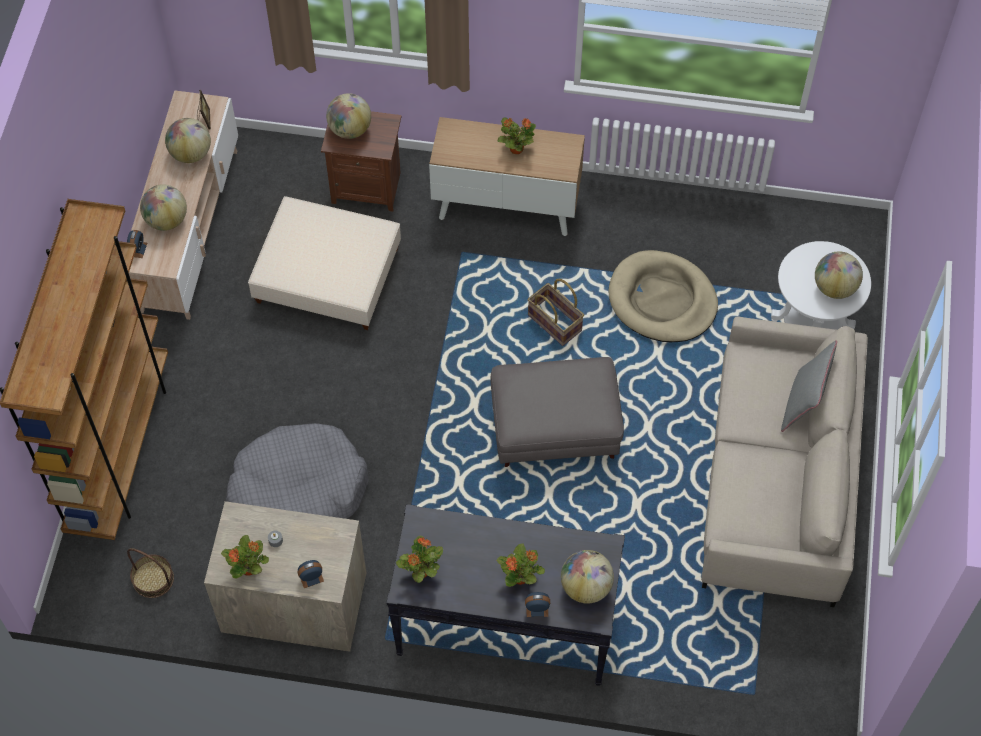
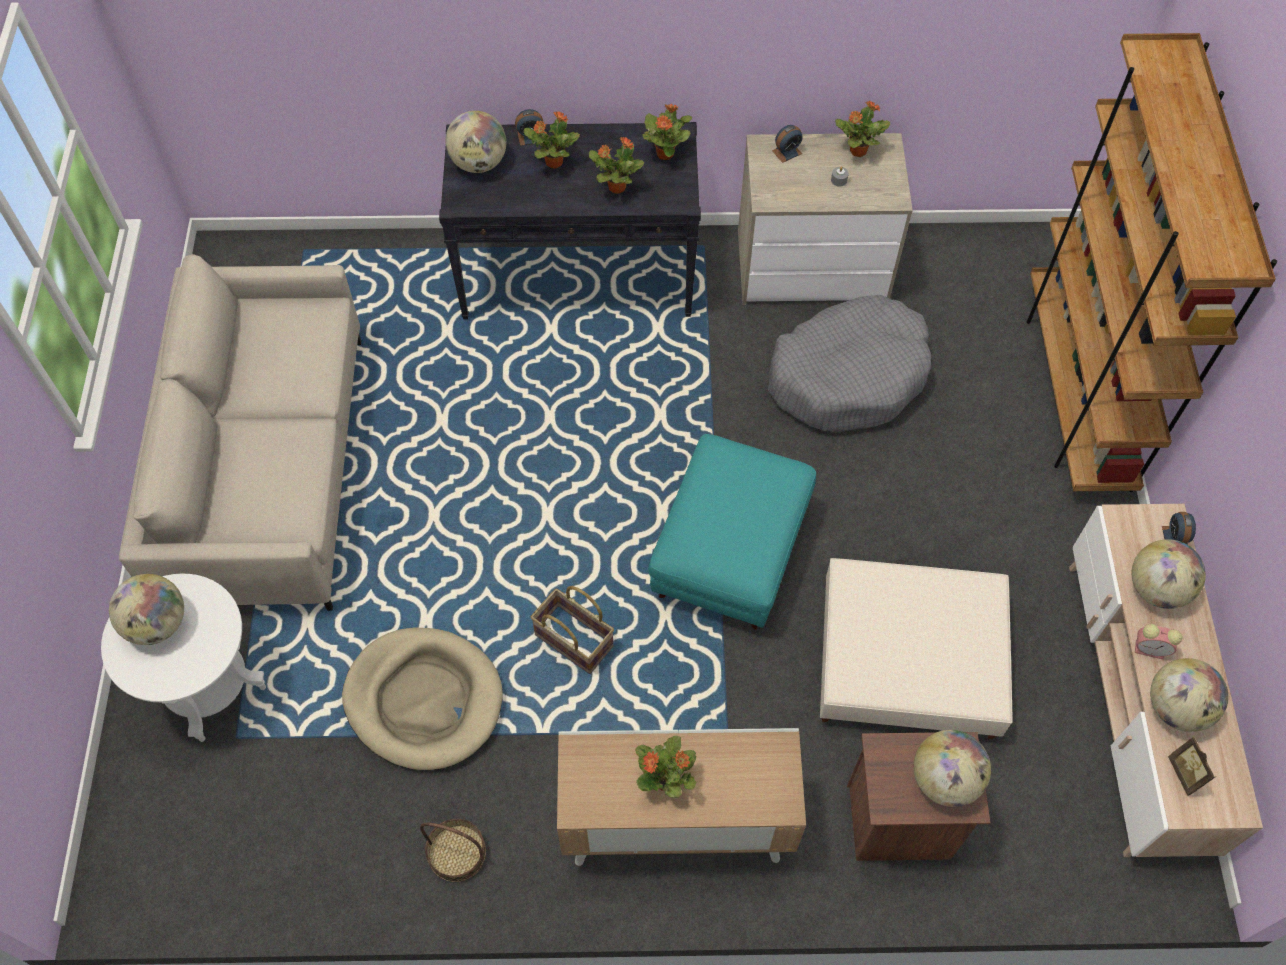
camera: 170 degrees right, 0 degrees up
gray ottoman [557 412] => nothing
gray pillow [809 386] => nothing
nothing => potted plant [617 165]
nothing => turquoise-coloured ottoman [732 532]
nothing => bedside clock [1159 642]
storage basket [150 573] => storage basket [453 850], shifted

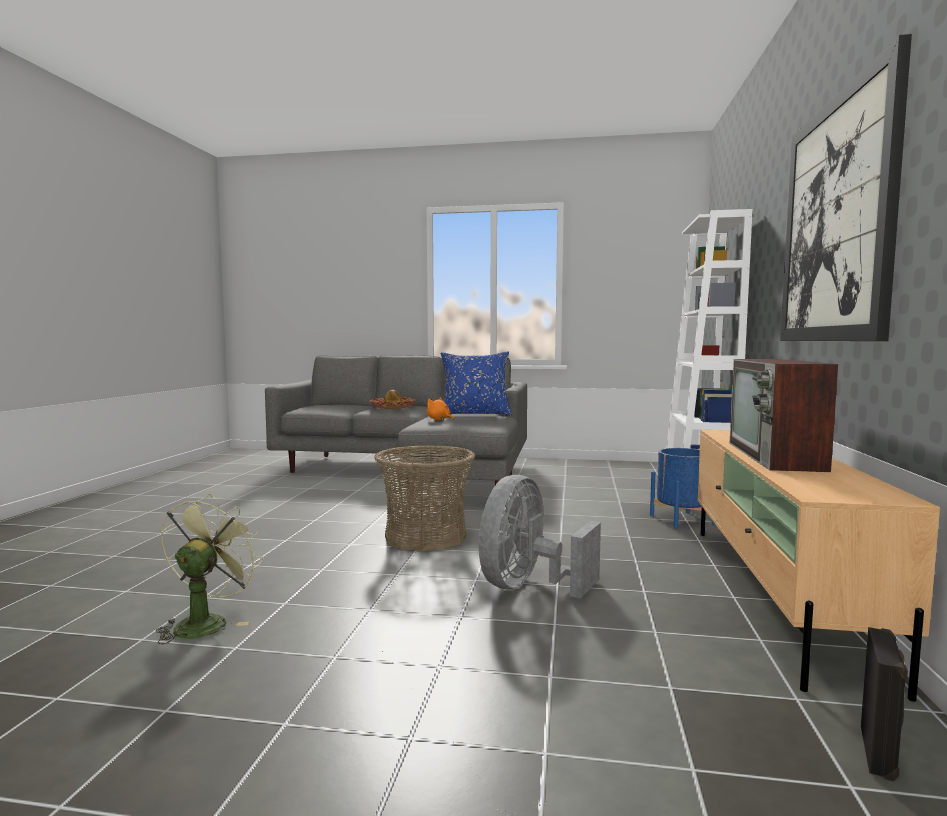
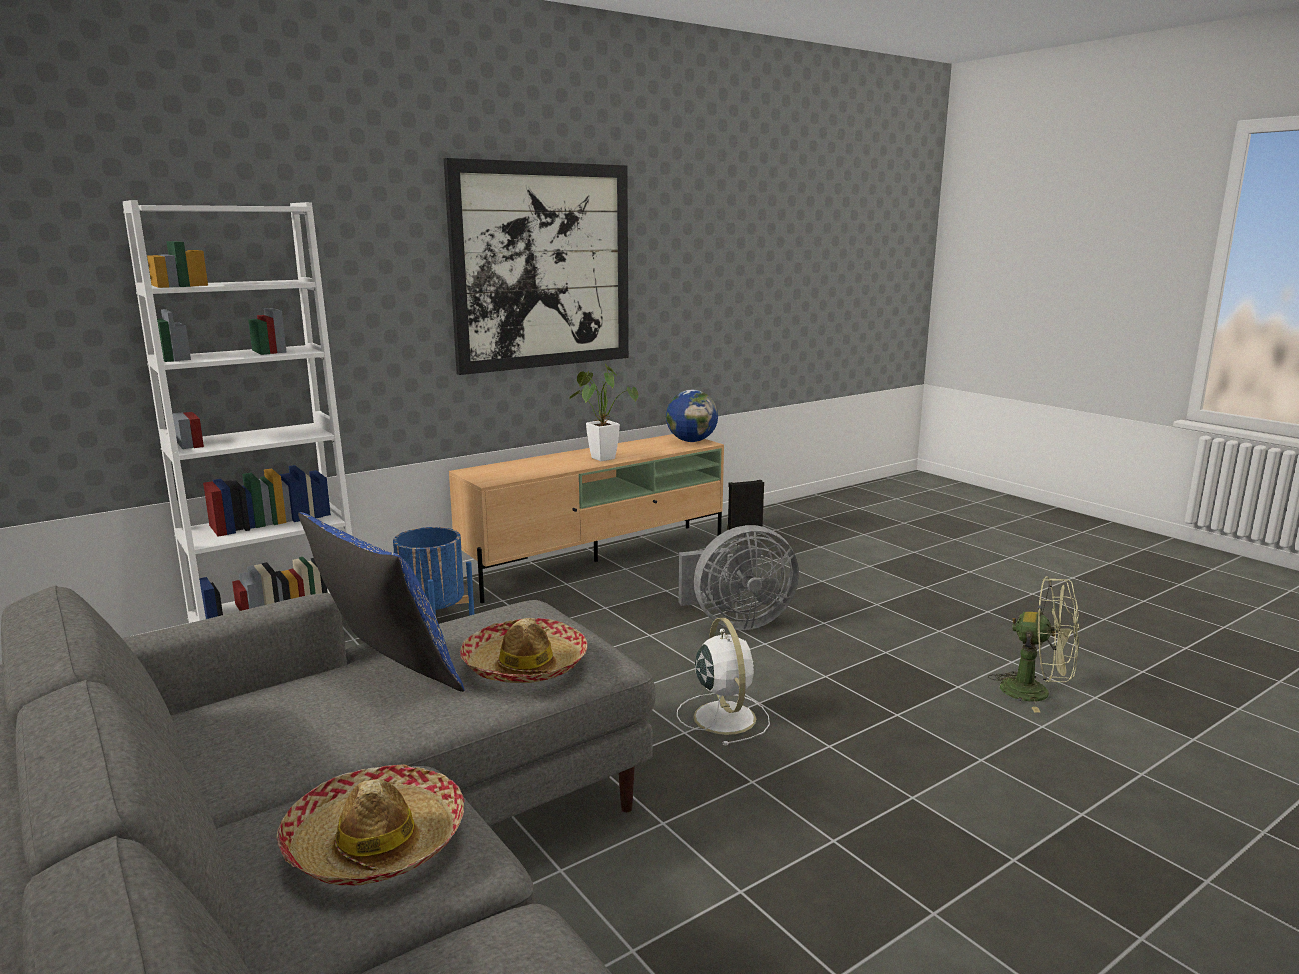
camera: 135 degrees left, 10 degrees up
nothing => globe [692 416]
storage basket [424 498] => whitish fan [723 682]
orange-coloured cuddly toy [440 409] => hat [524 650]
television [784 415] => potted plant [603 412]
greenish fan [210 569] => greenish fan [1033 644], 120 degrees counterclockwise

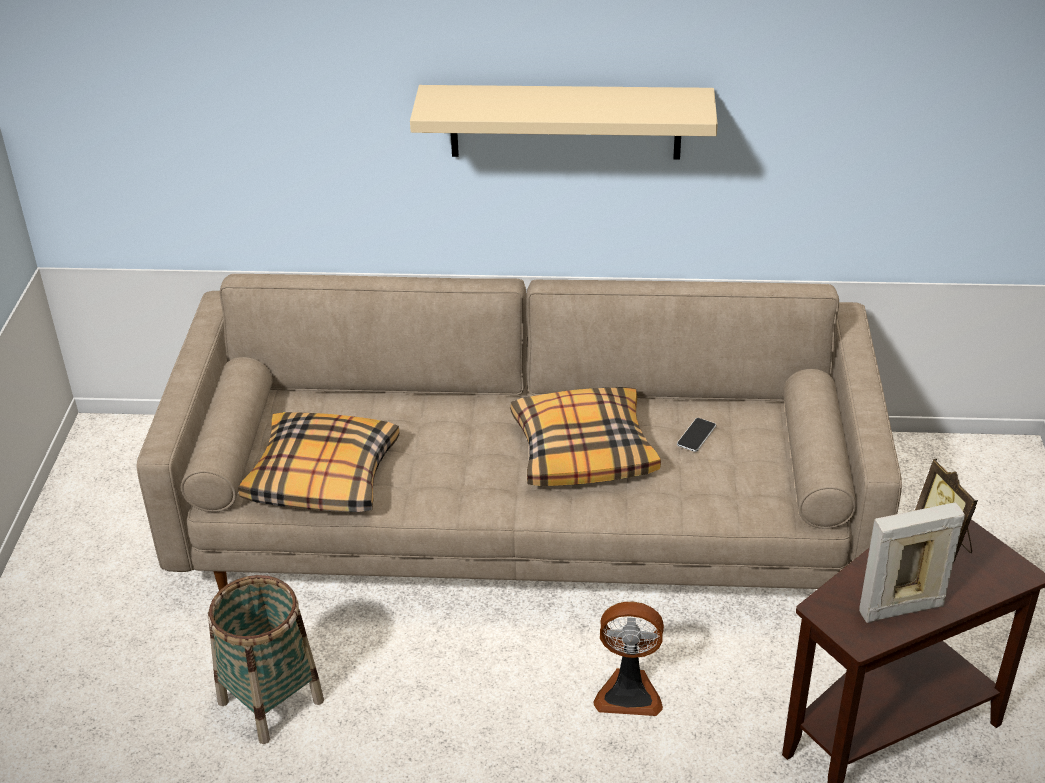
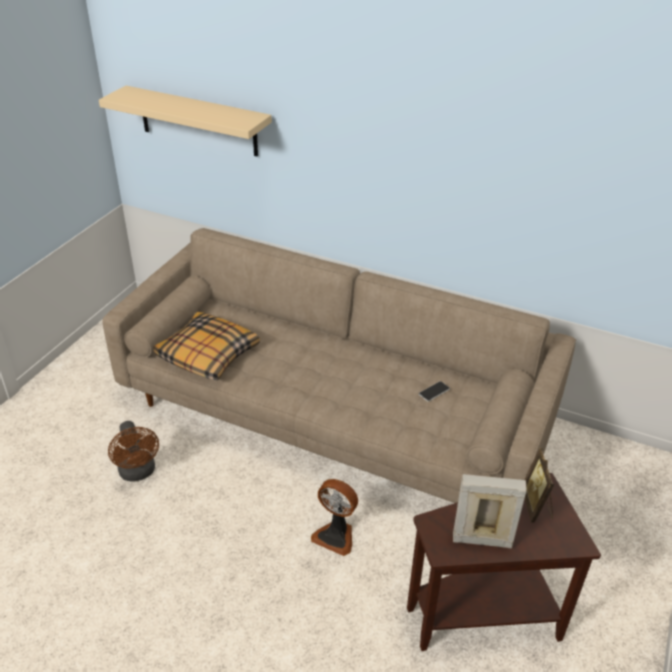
camera: 20 degrees right, 0 degrees up
pillow [585 436] => nothing
beige wall shelf [564 122] => beige wall shelf [185 121], shifted
storage basket [266 659] => brown-coloured fan [133 451]

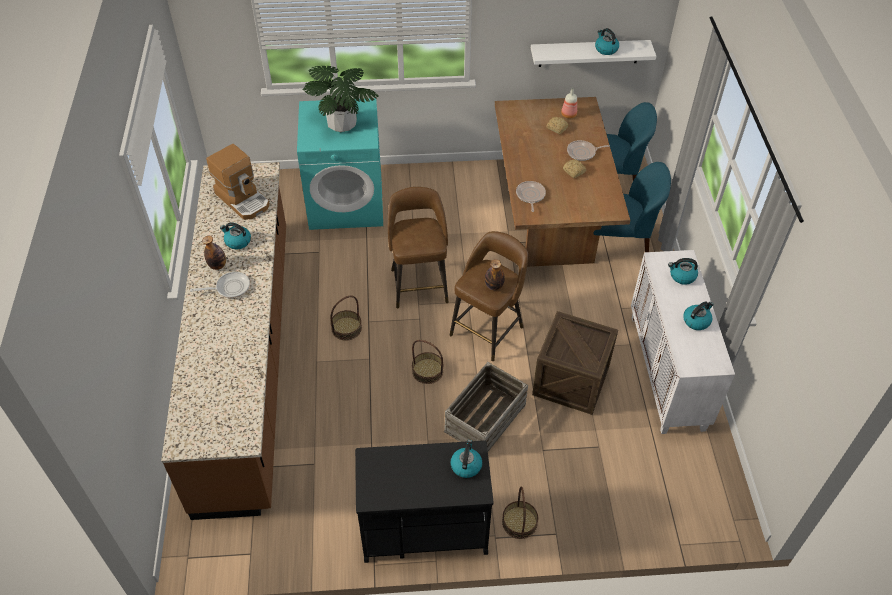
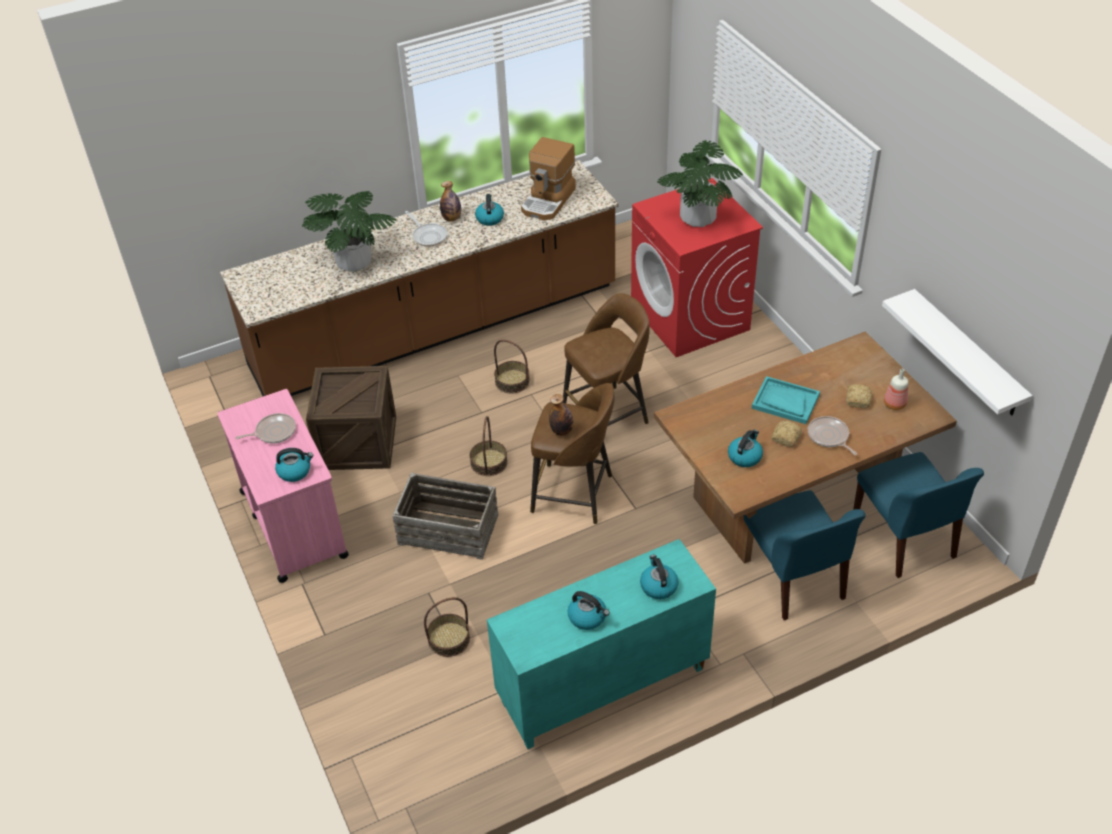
camera: 70 degrees right, 5 degrees down
nothing => potted plant [349 231]
nothing => turquoise-coloured tray [786 400]
storage basket [520 512] => storage basket [447 627], shifted
skillet [531 196] => skillet [265 428], shifted
packing crate [575 363] => packing crate [351 418], shifted
water kettle [607 41] => water kettle [745 448], shifted
turquoise-coloured laundry machine [340 164] => red-coloured laundry machine [697 267]
blackish trolley [424 502] => pink trolley [283 486]
whitish storage cabinet [683 342] => turquoise-coloured storage cabinet [601 644]

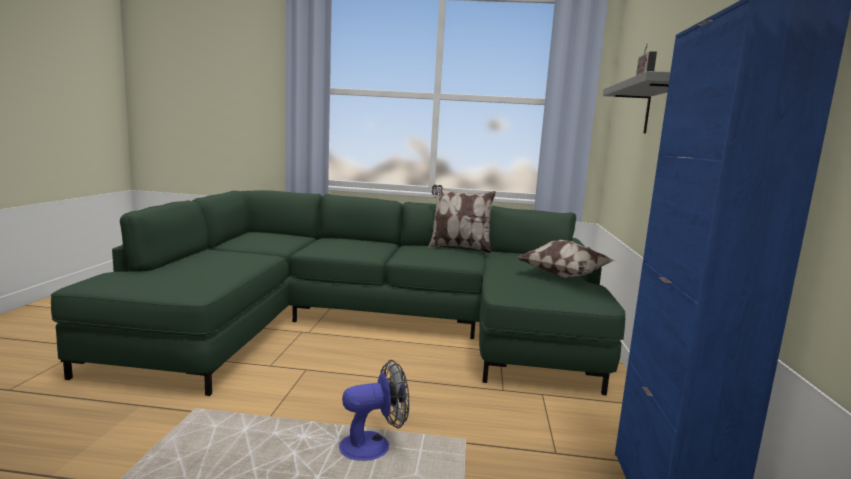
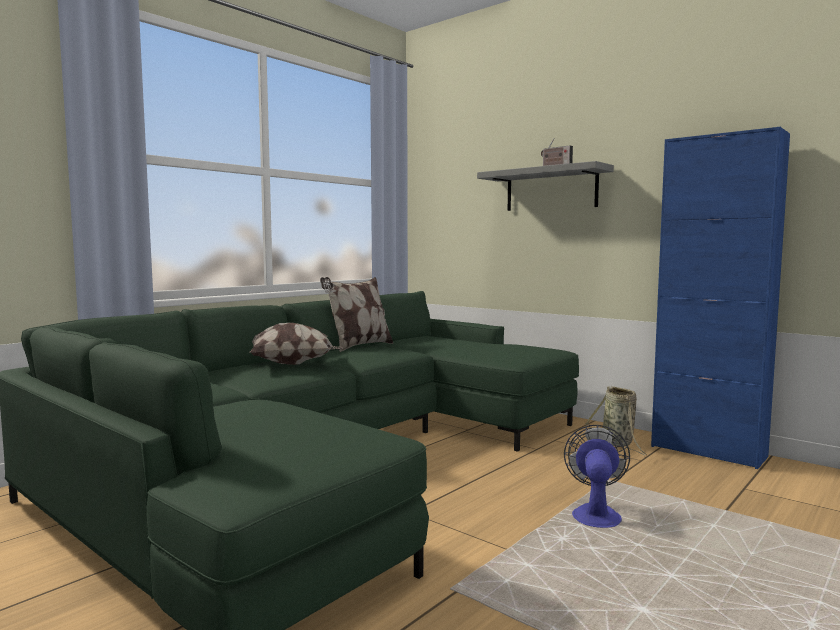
camera: 55 degrees left, 5 degrees down
nothing => storage basket [616 420]
pillow [566 259] => pillow [296 344], shifted

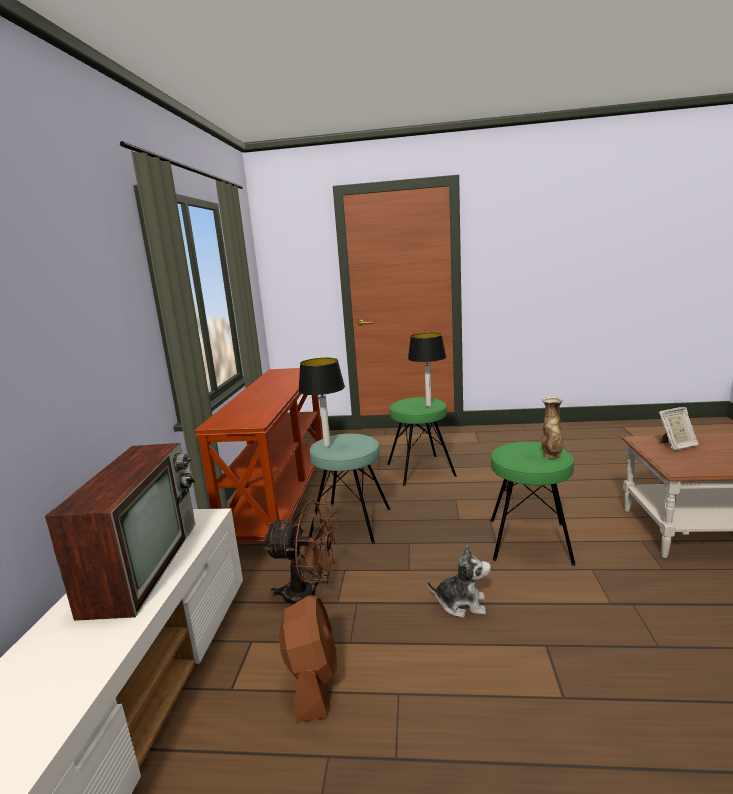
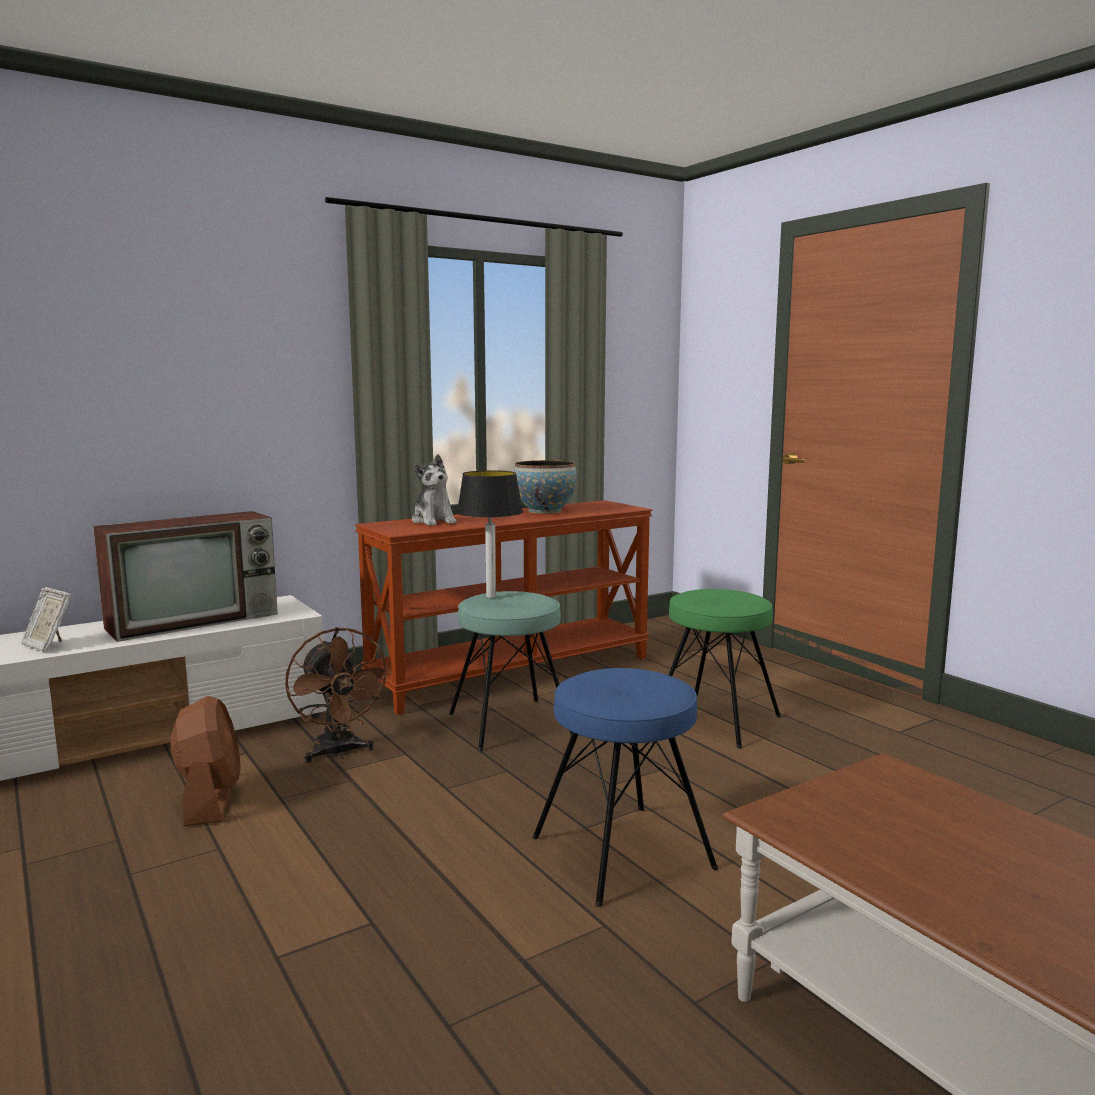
camera: 50 degrees right, 5 degrees down
table lamp [427 370] => nothing
vase [552 428] => nothing
nothing => serving bowl [545 487]
cuddly toy [459 581] => cuddly toy [434 490], shifted
picture frame [679 429] => picture frame [46 619], shifted
greenish stool seat [533 504] => bluish stool seat [625 787]
brown-coloured fan [308 658] => brown-coloured fan [205 761], 60 degrees counterclockwise

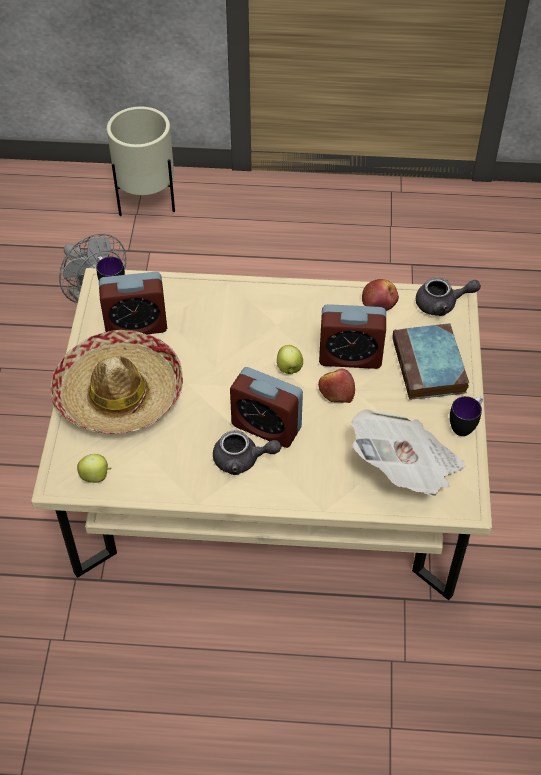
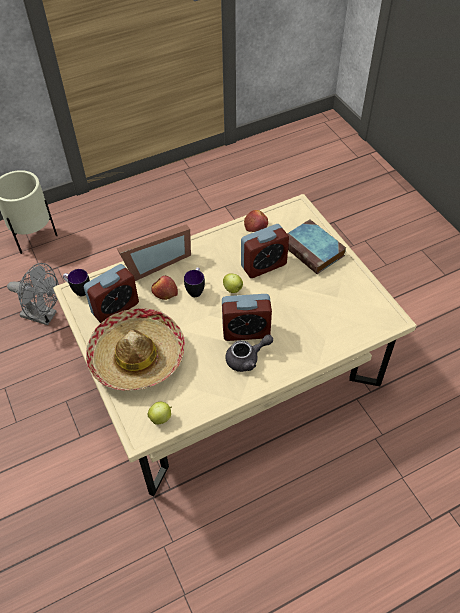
camera: 30 degrees left, 0 degrees up
newspaper [408 452] => nothing
gray teapot [448 296] => nothing
nothing => picture frame [154 252]
apple fruit [336 386] => apple fruit [164 288], shifted
coffee mug [466 416] => coffee mug [194 282], shifted

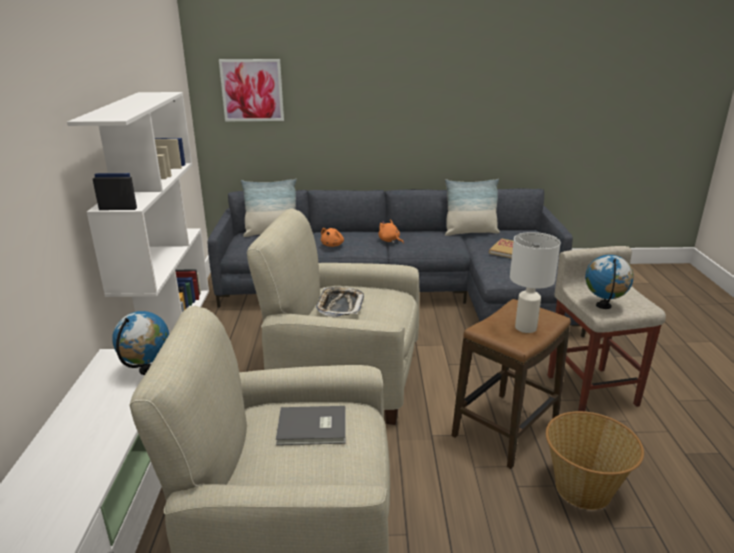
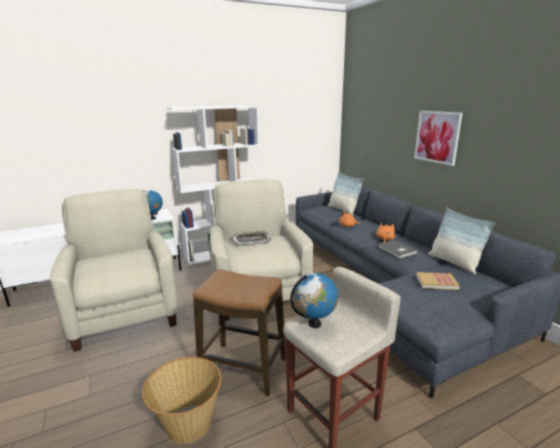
camera: 65 degrees right, 5 degrees down
whitish table lamp [535 282] => nothing
picture [251 90] => picture [438 138], shifted
gray volume [310 425] => gray volume [398 249], shifted

